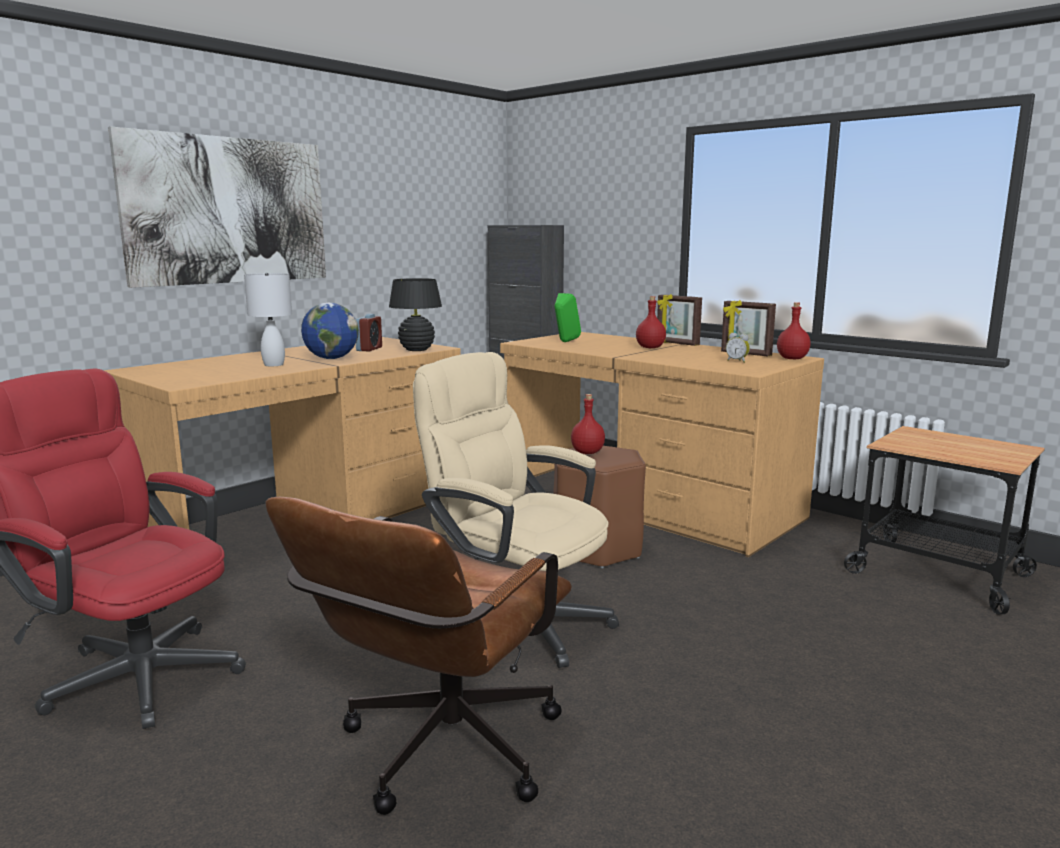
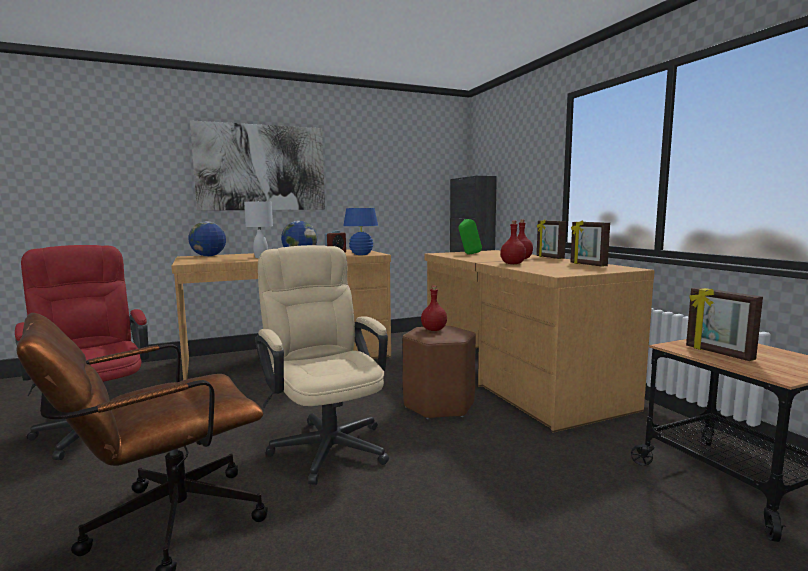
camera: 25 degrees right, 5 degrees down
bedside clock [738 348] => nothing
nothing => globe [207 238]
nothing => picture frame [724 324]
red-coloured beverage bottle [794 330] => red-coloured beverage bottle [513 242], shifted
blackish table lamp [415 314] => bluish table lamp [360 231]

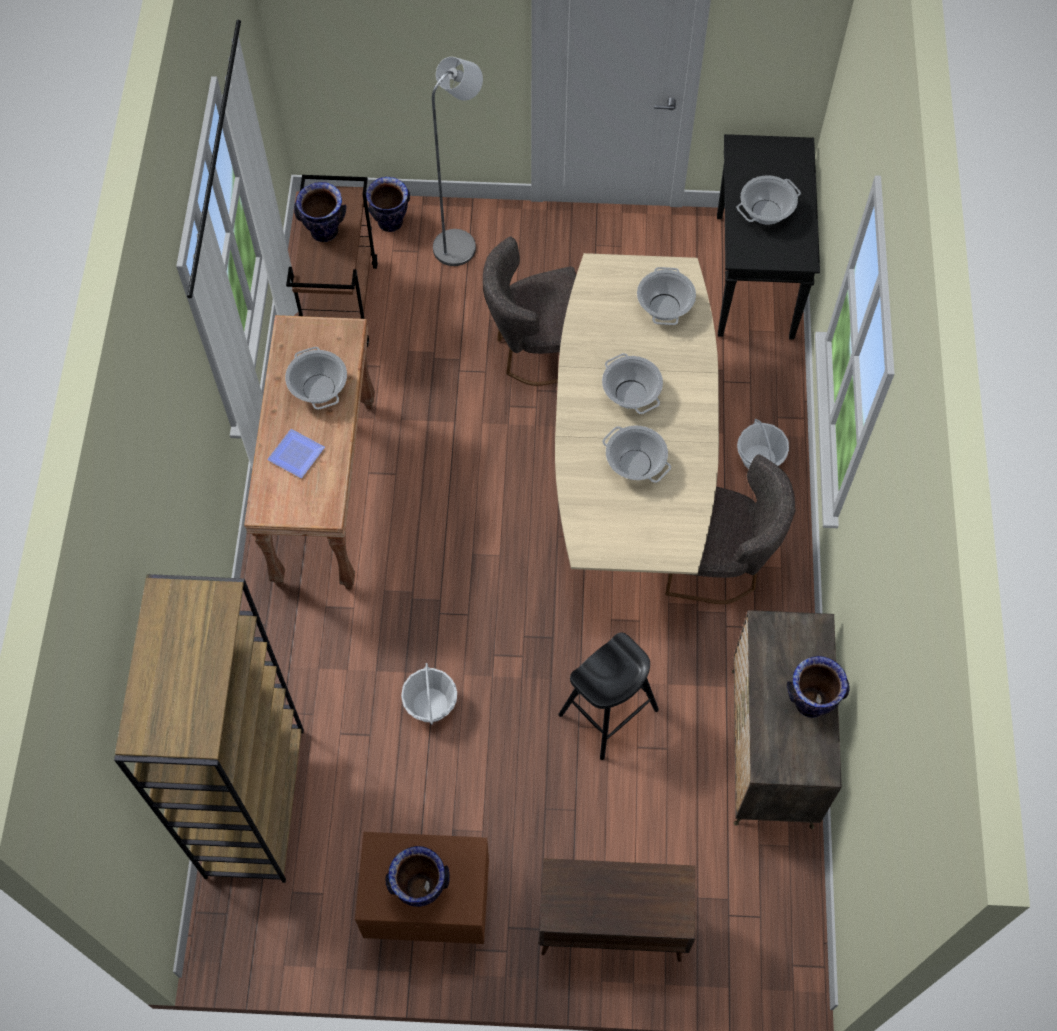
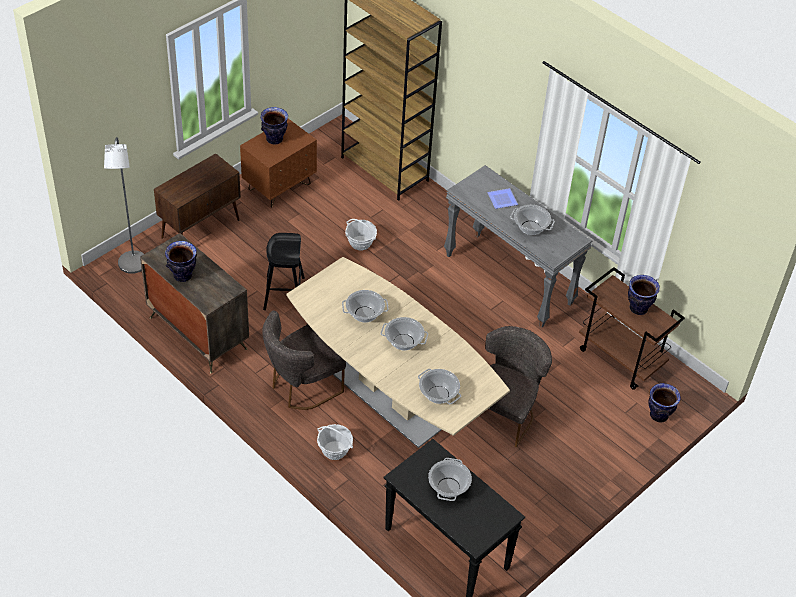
camera: 130 degrees right, 15 degrees down
gray floor lamp [457 161] => gray floor lamp [124 205], shifted
brown-coloured hall table [309 452] => gray hall table [518 246]

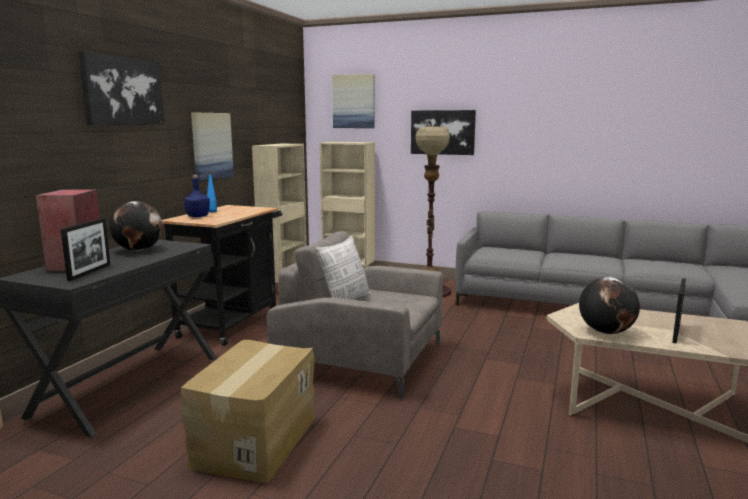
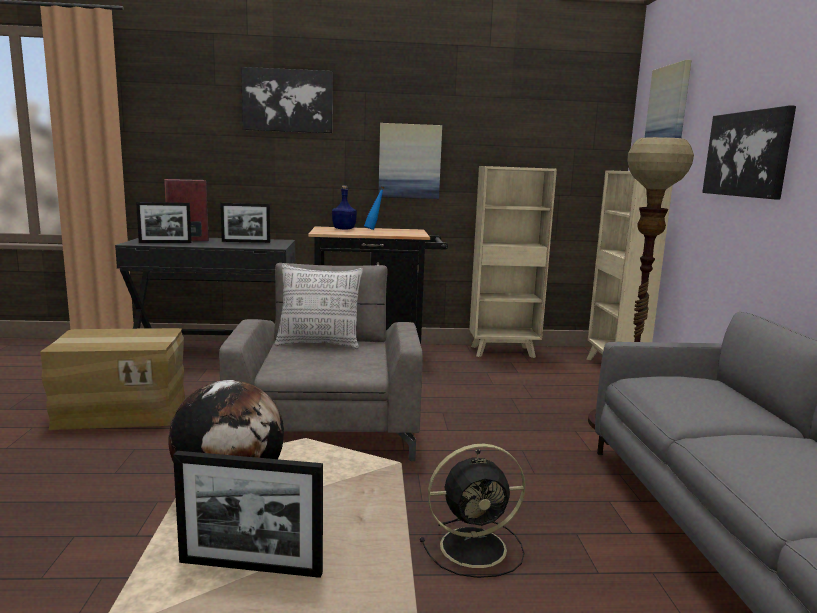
camera: 65 degrees right, 0 degrees up
nothing => blackish fan [473 511]
globe [136 226] => picture frame [245 223]

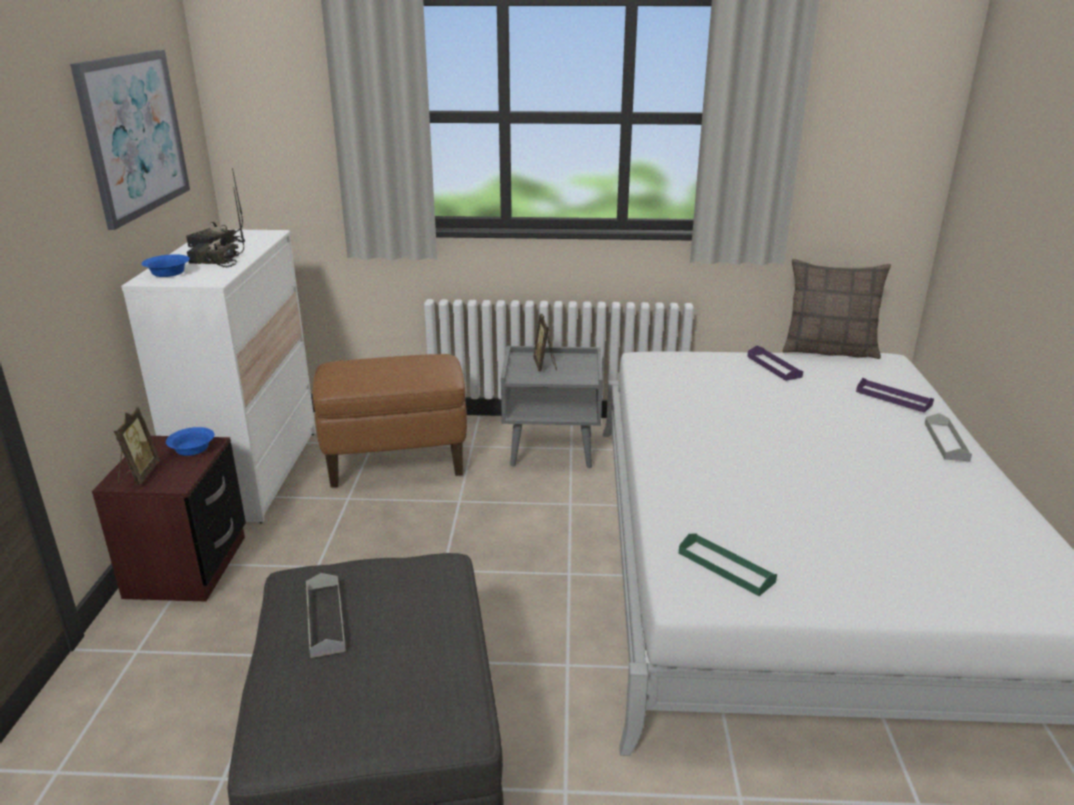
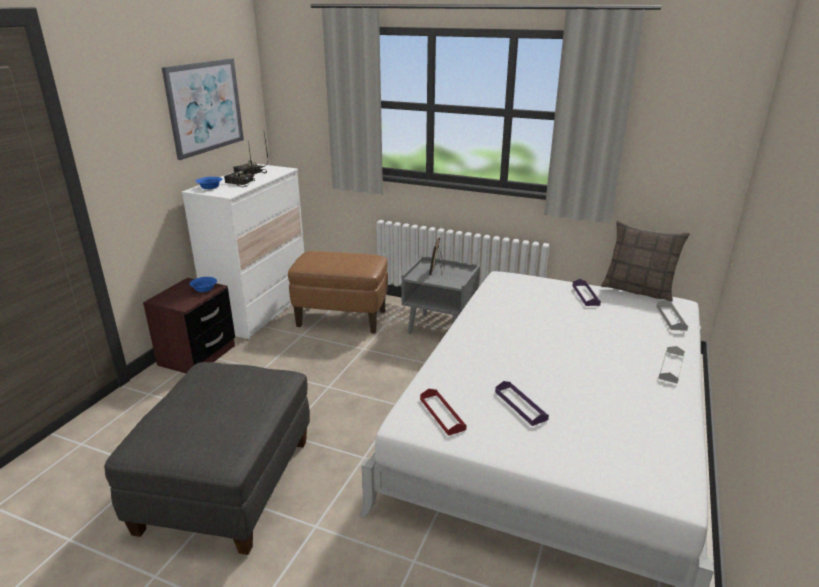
camera: 20 degrees right, 0 degrees up
picture frame [137 446] => nothing
gray tray [326 615] => gray tray [672 315], shifted
purplish tray [895 395] => purplish tray [522 403], shifted
greenish tray [728 564] => red-coloured tray [443 412]

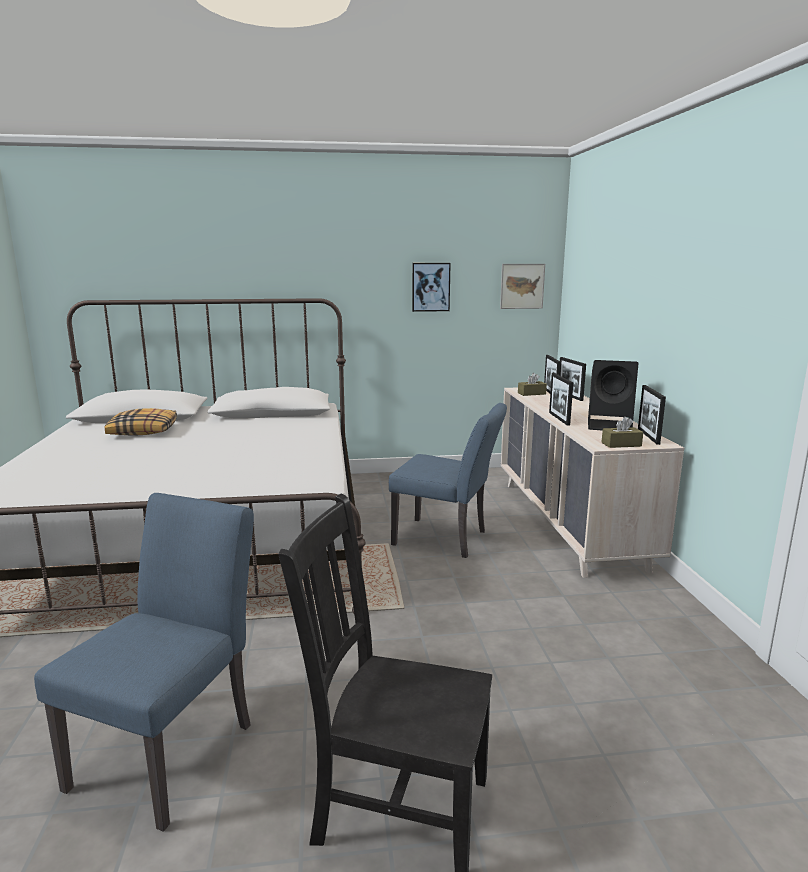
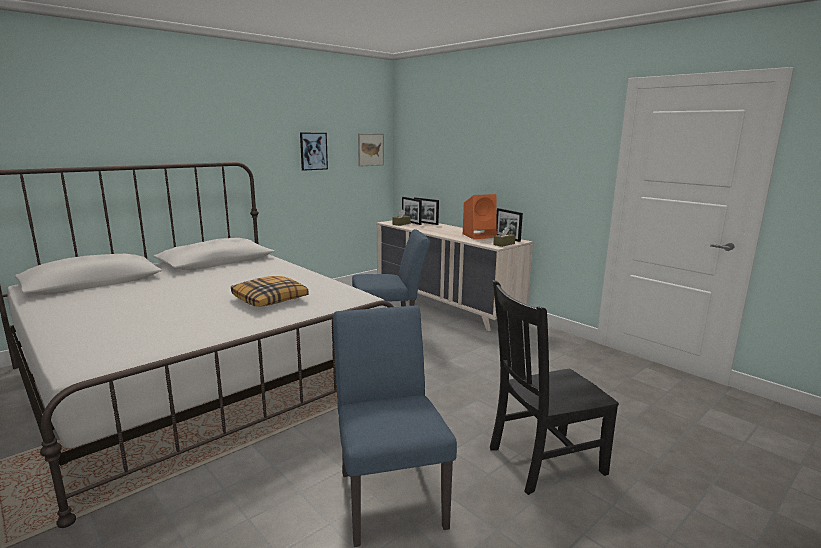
camera: 35 degrees left, 0 degrees up
picture frame [561 399] => nothing
pillow [141 422] => pillow [270 291], shifted
blackish loudspeaker [613 395] => orange-coloured loudspeaker [480 216]

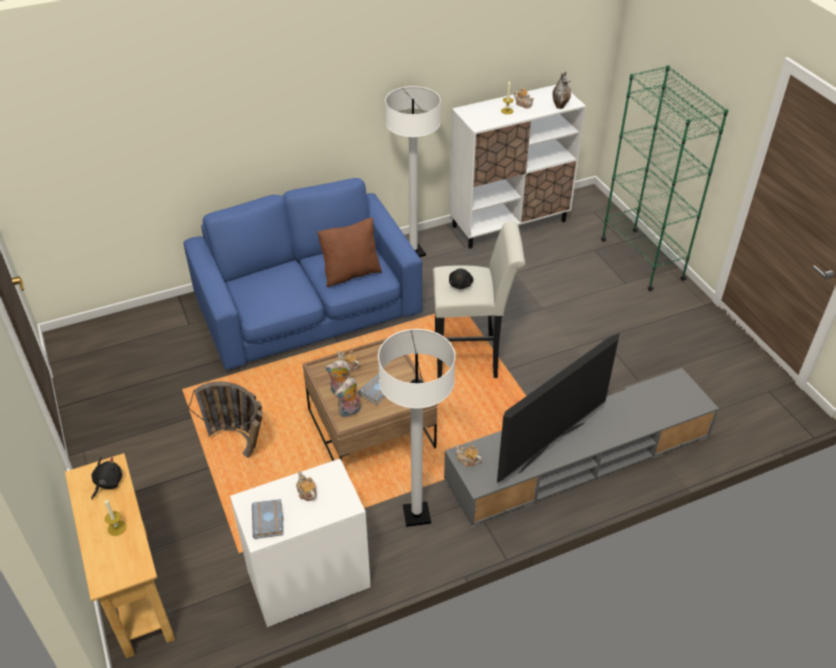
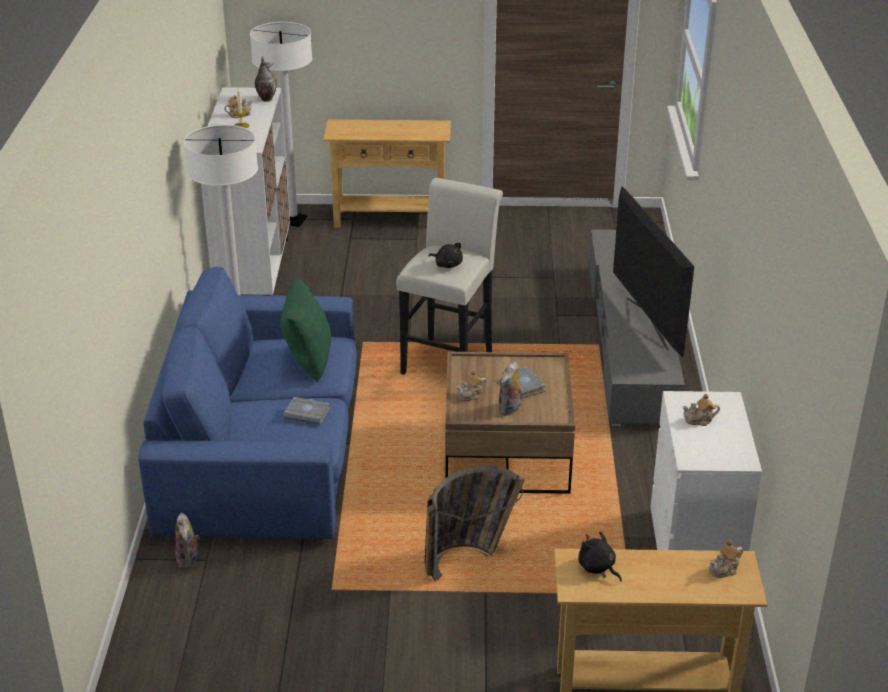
camera: 65 degrees left, 10 degrees down
wax light [115 517] => nothing
gray volume [268 519] => gray volume [306 411], shifted
cuddly toy [348 398] => cuddly toy [187 541], shifted
whitish floor lamp [416 428] => whitish floor lamp [281 124], shifted
teapot [468 456] => teapot [726 559], shifted
greenish shelving unit [664 178] => beige hall table [387 173]
brown-coloured pillow [349 252] => greenish pillow [305 330]

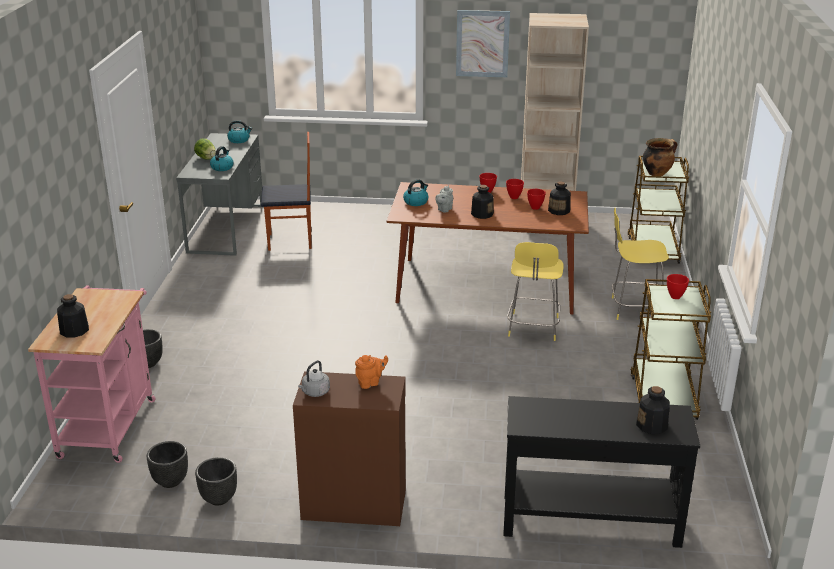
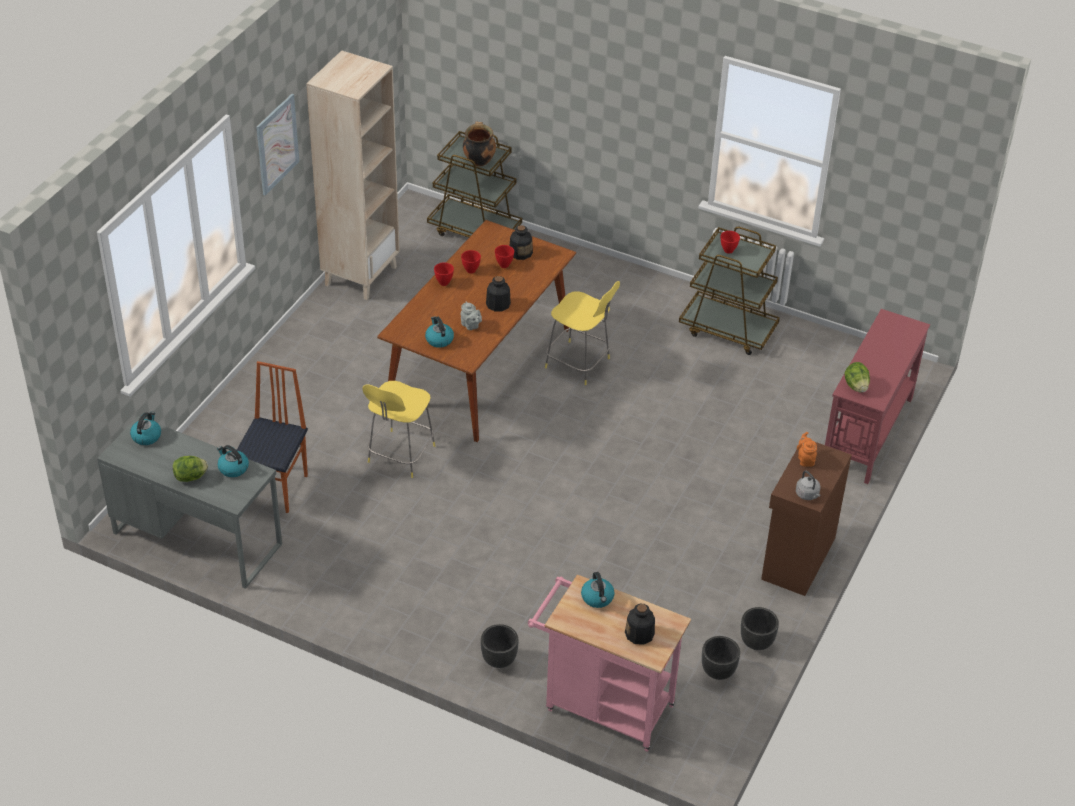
camera: 70 degrees left, 15 degrees up
beverage bottle [653 410] => nothing
nothing => water kettle [598 590]
nothing => head of lettuce [857 377]
yellow stool seat [640 264] => yellow stool seat [398 429], shifted
blackish hall table [601 472] => red-coloured hall table [877 396]

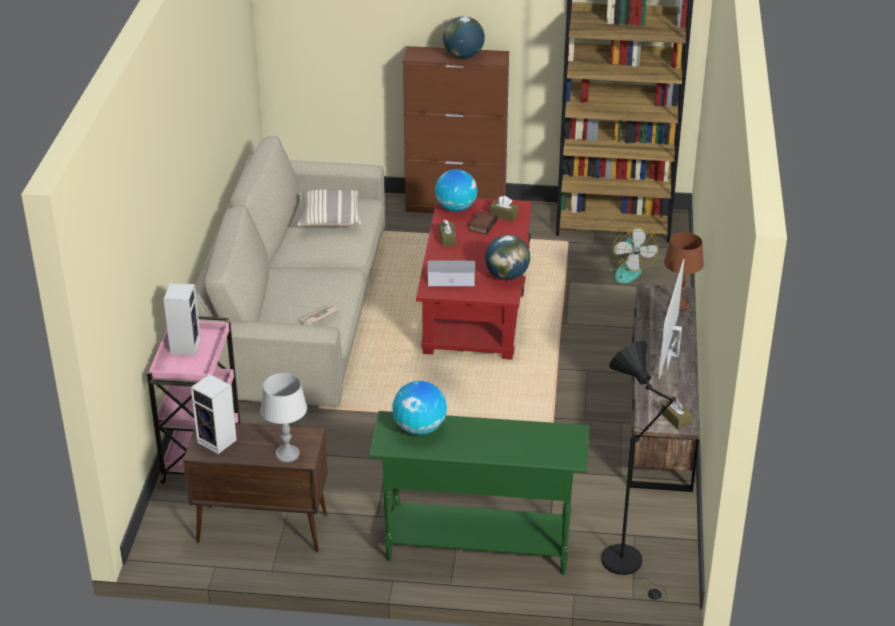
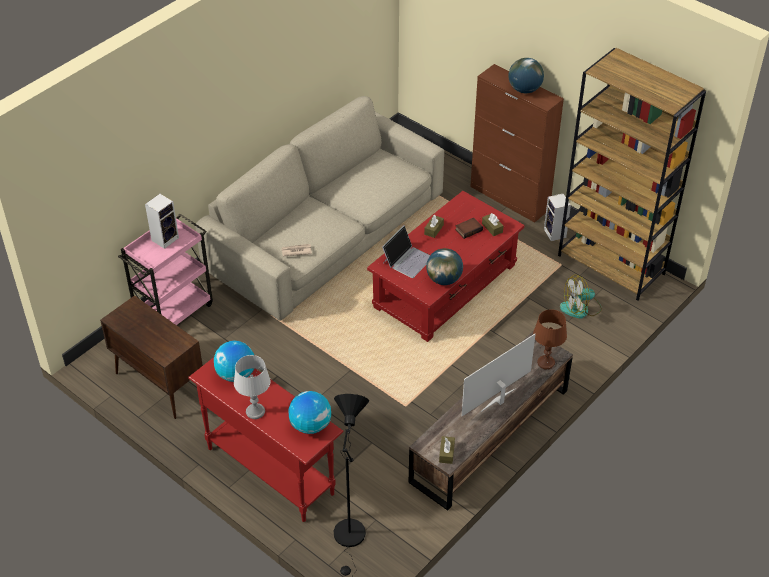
camera: 35 degrees right, 10 degrees up
pillow [329 208] => nothing
loudspeaker [213 414] => loudspeaker [557 217], shifted
gray table lamp [284 417] => gray table lamp [252 387], shifted
globe [456 190] => globe [310 412], shifted
greenish hall table [478 493] => red-coloured hall table [266 439]
portable computer [451 273] => portable computer [406 251], 90 degrees clockwise
fan [628 255] => fan [581 297], 45 degrees clockwise

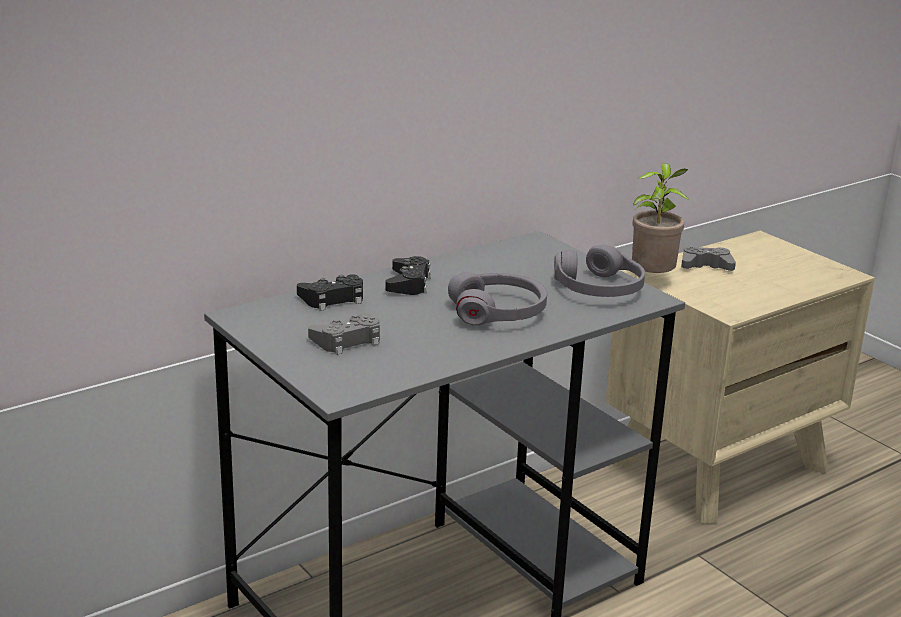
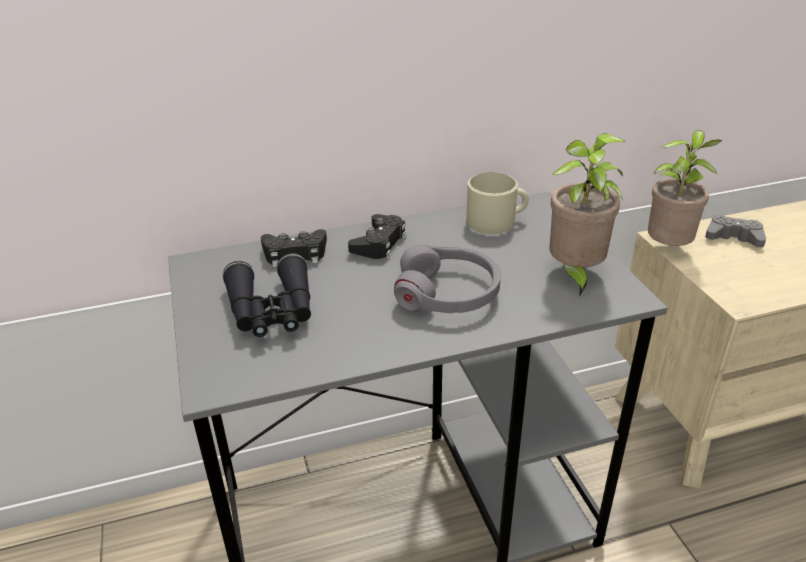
camera: 20 degrees right, 10 degrees up
nothing => beige coffee mug [498 203]
gray gamepad [344 334] => blackish binoculars [266 295]
gray headphones [599 271] => potted plant [587 215]

